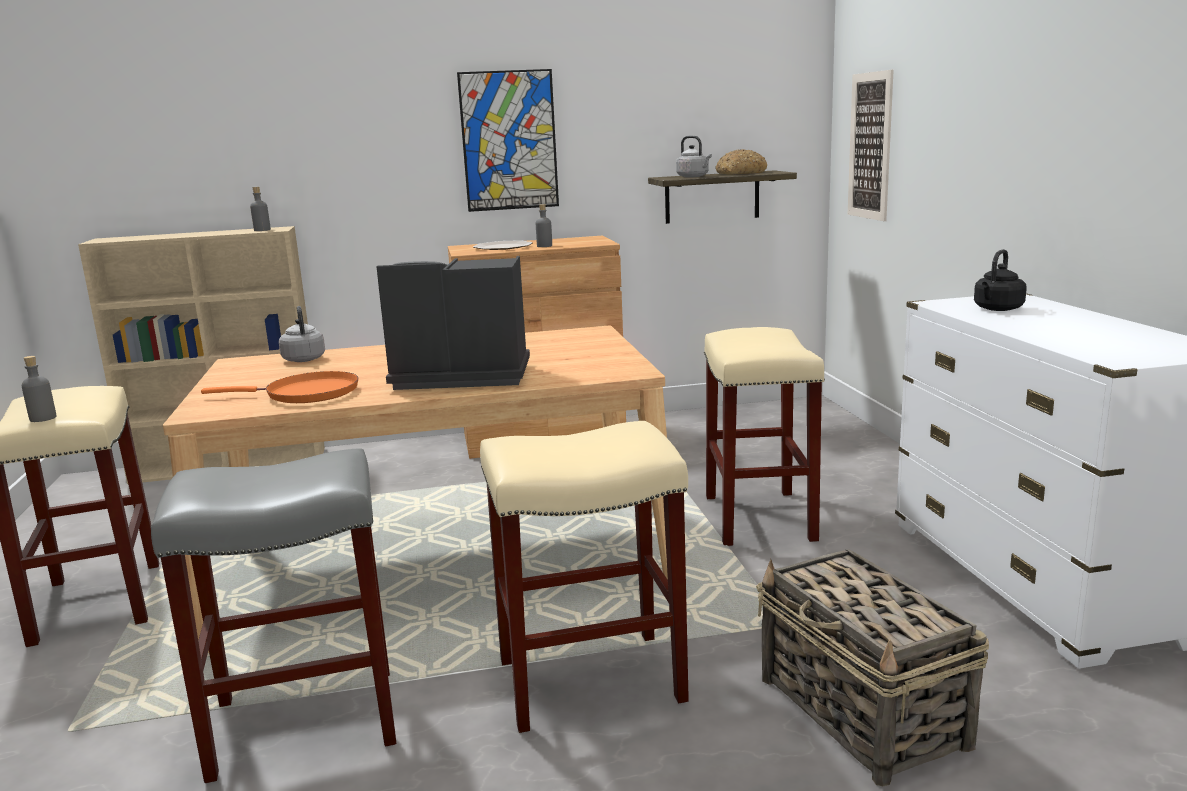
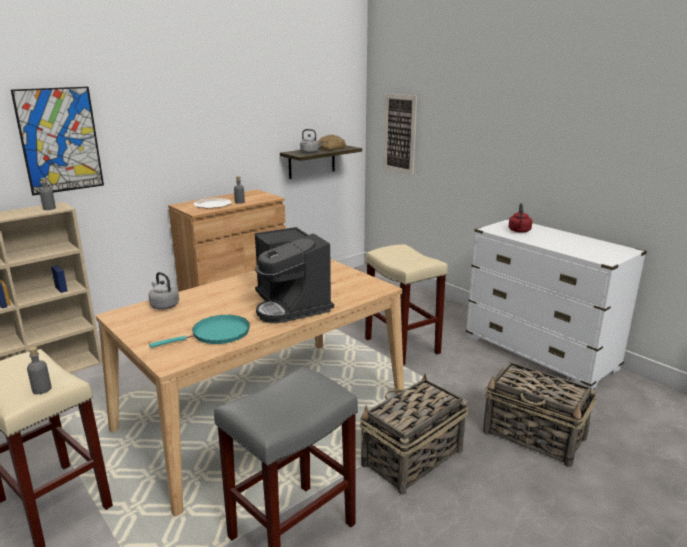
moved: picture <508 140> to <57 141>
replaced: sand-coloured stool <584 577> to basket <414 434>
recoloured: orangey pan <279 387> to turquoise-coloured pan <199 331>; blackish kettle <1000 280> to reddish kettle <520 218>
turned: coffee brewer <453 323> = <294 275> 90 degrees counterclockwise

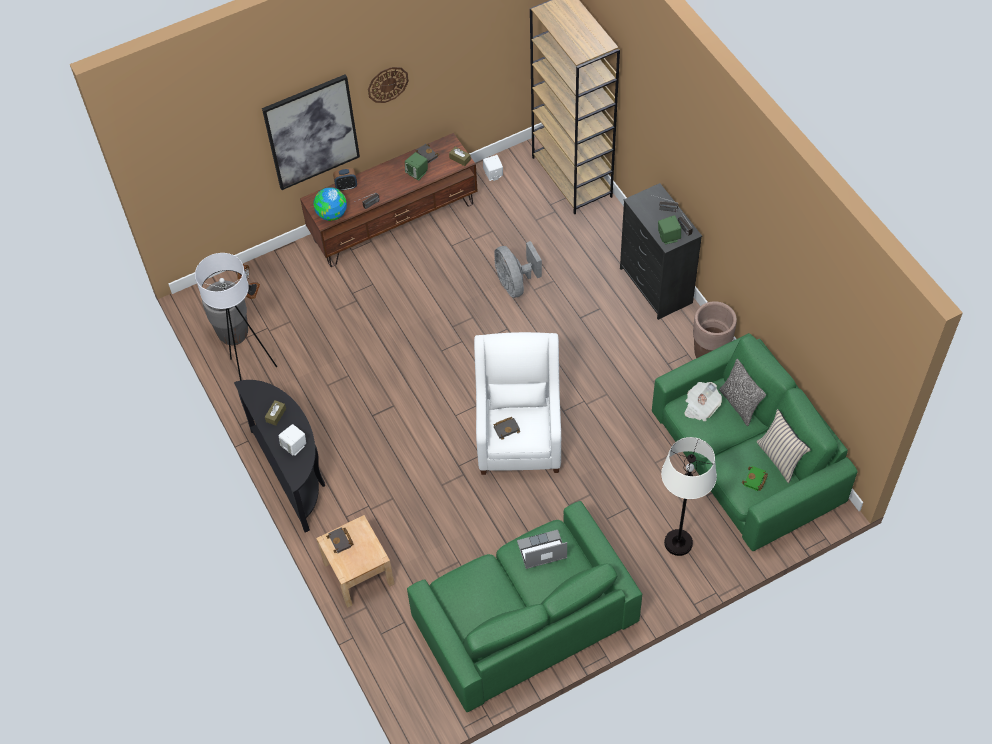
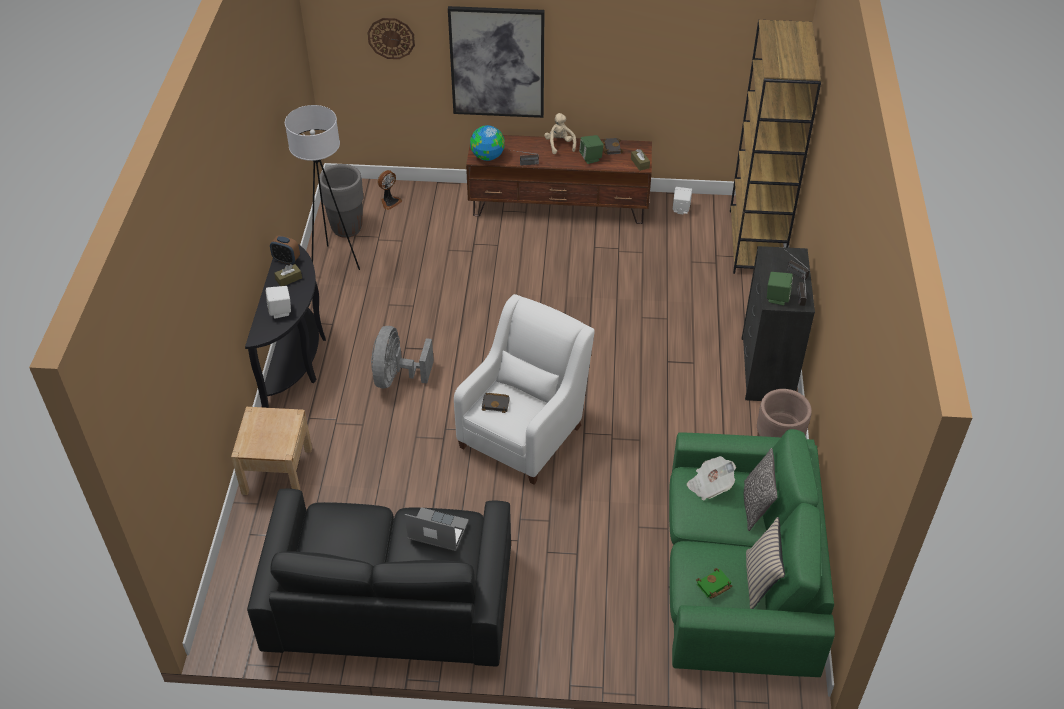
removed: blackish book <339 540>; whitish standard lamp <689 496>
added: sand-coloured soft toy <560 133>
moved: bedside clock <345 179> to <285 249>; clock on the wall <388 85> to <391 38>; greyish electric fan <518 269> to <402 357>
recoloured: green-coloured settee <524 606> to blackish settee <379 577>

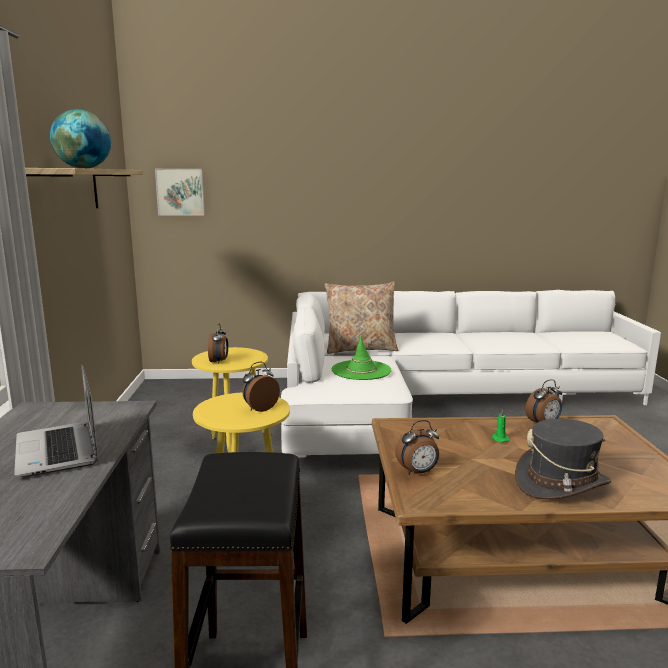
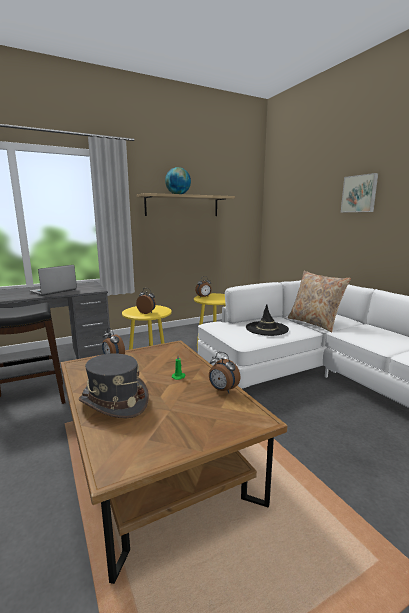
moved: picture <180 192> to <359 192>
recoloured: green-coloured clothing hat <362 358> to blackish clothing hat <267 320>

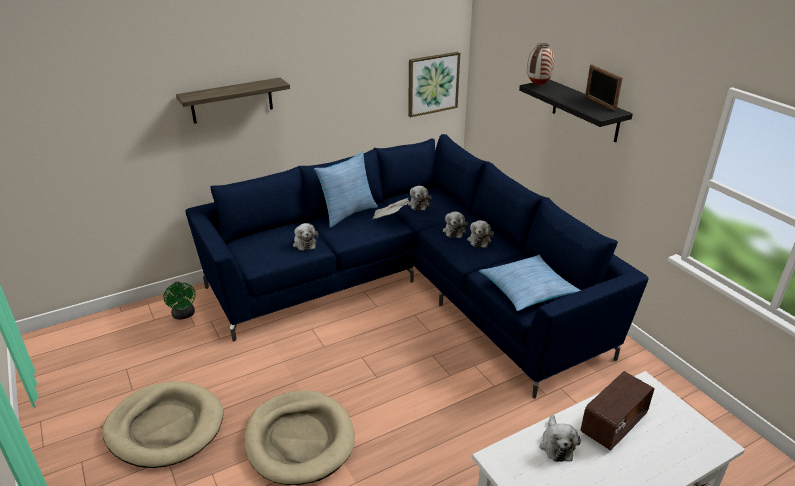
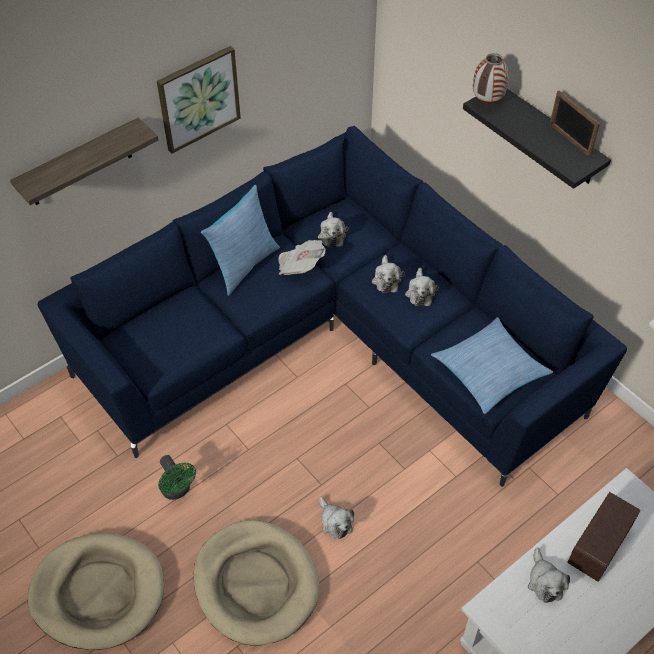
moved: picture <434 84> to <199 100>; green-coloured electric fan <179 300> to <177 477>; soft toy <305 237> to <336 517>

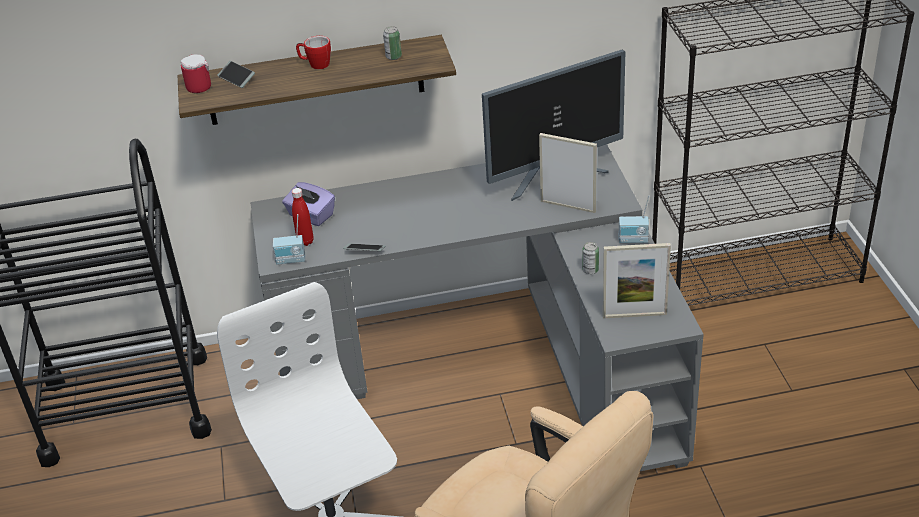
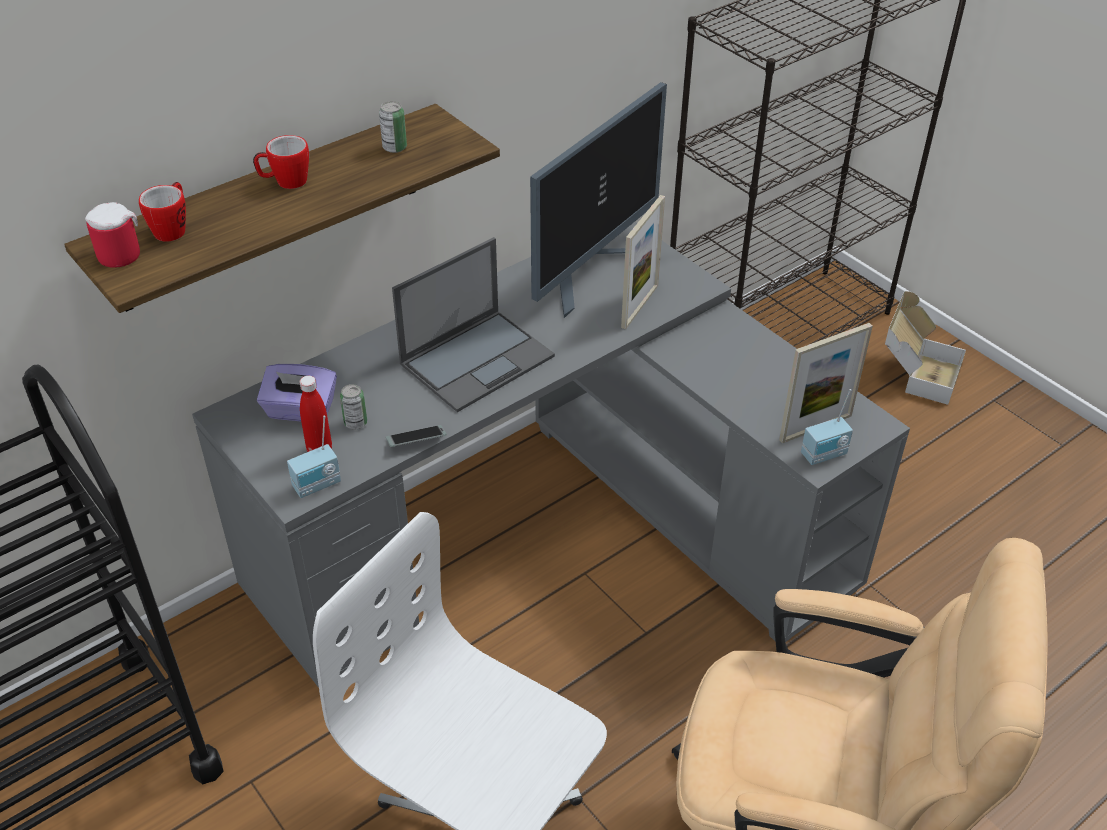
added: notebook computer <473 324>; cardboard box <925 348>
moved: metal can <590 258> to <353 406>; radio set <634 219> to <827 427>
replaced: handset <236 74> to tea mug <162 212>
turned: picture frame <568 173> = <643 262> 120 degrees clockwise

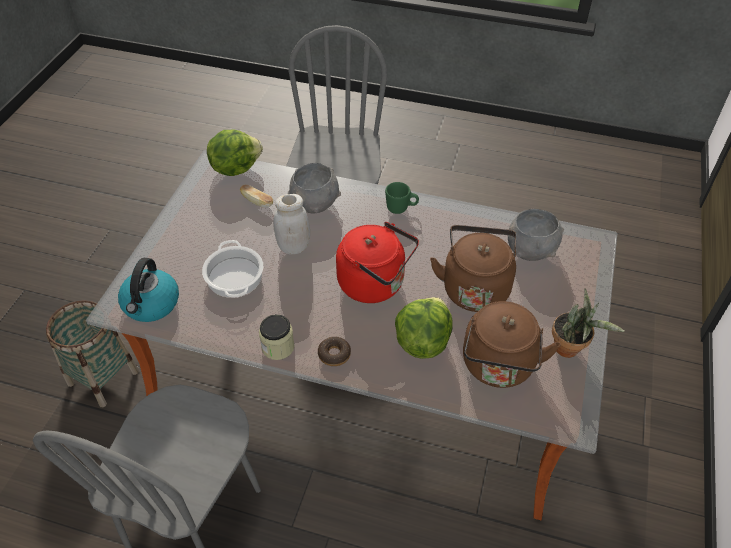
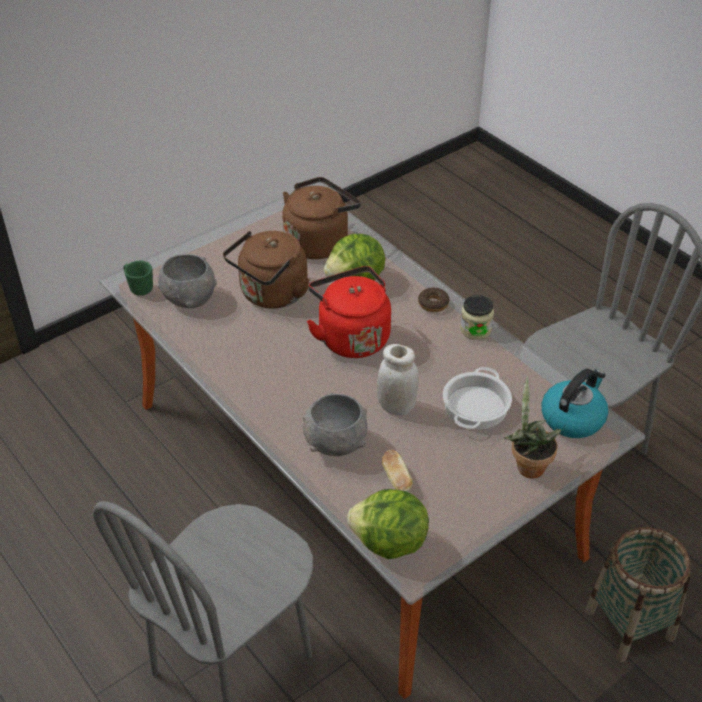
moved: green-coloured tea mug <402 198> to <138 278>; houseplant <588 323> to <533 427>

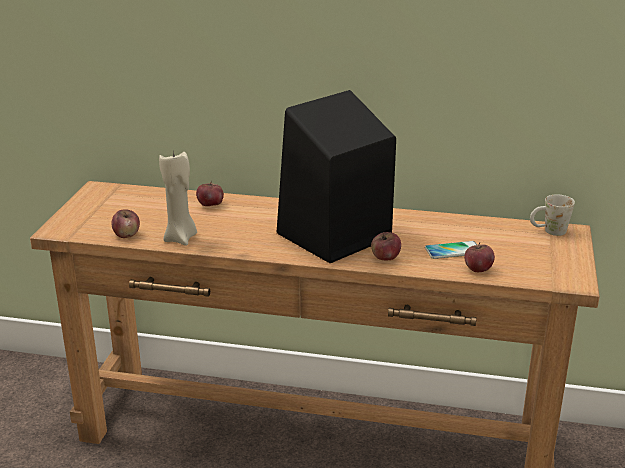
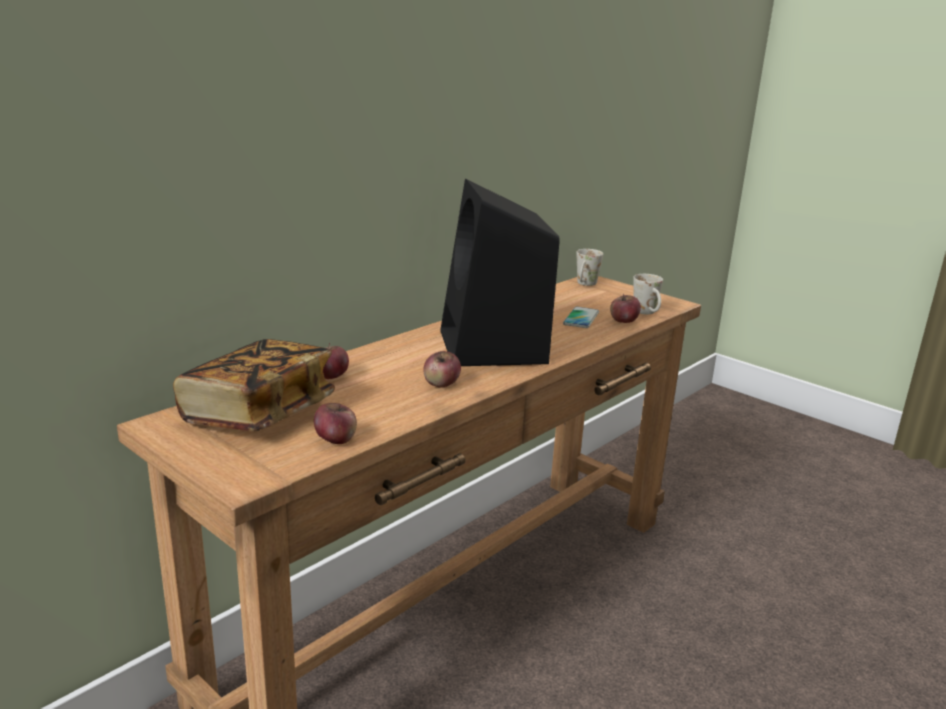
removed: sand-coloured wax light <178 198>
added: book <254 385>; whitish tea mug <648 294>
moved: apple <386 246> to <442 369>

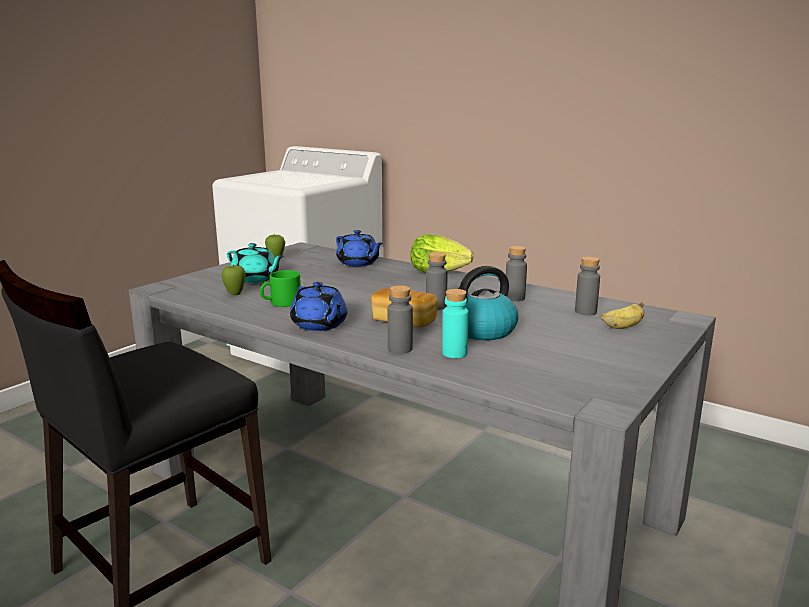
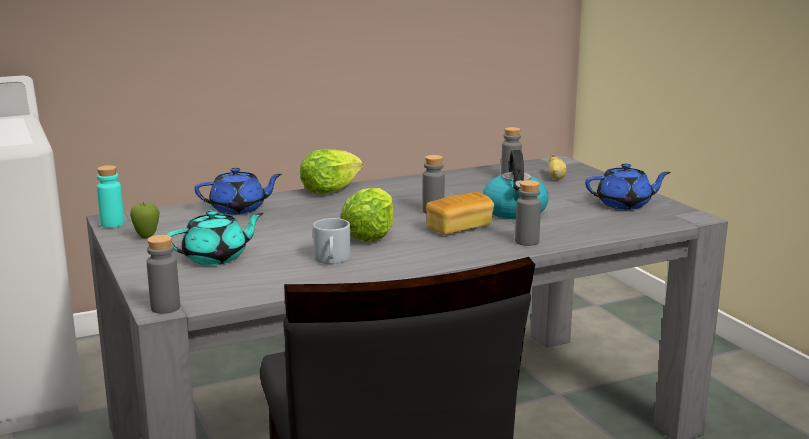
removed: apple <233 280>
added: lettuce head <367 215>
moved: turquoise-coloured drink bottle <455 323> to <110 196>; greyish drink bottle <516 273> to <163 274>; blue teapot <318 306> to <628 186>
recoloured: green-coloured tea mug <280 288> to greyish tea mug <332 241>

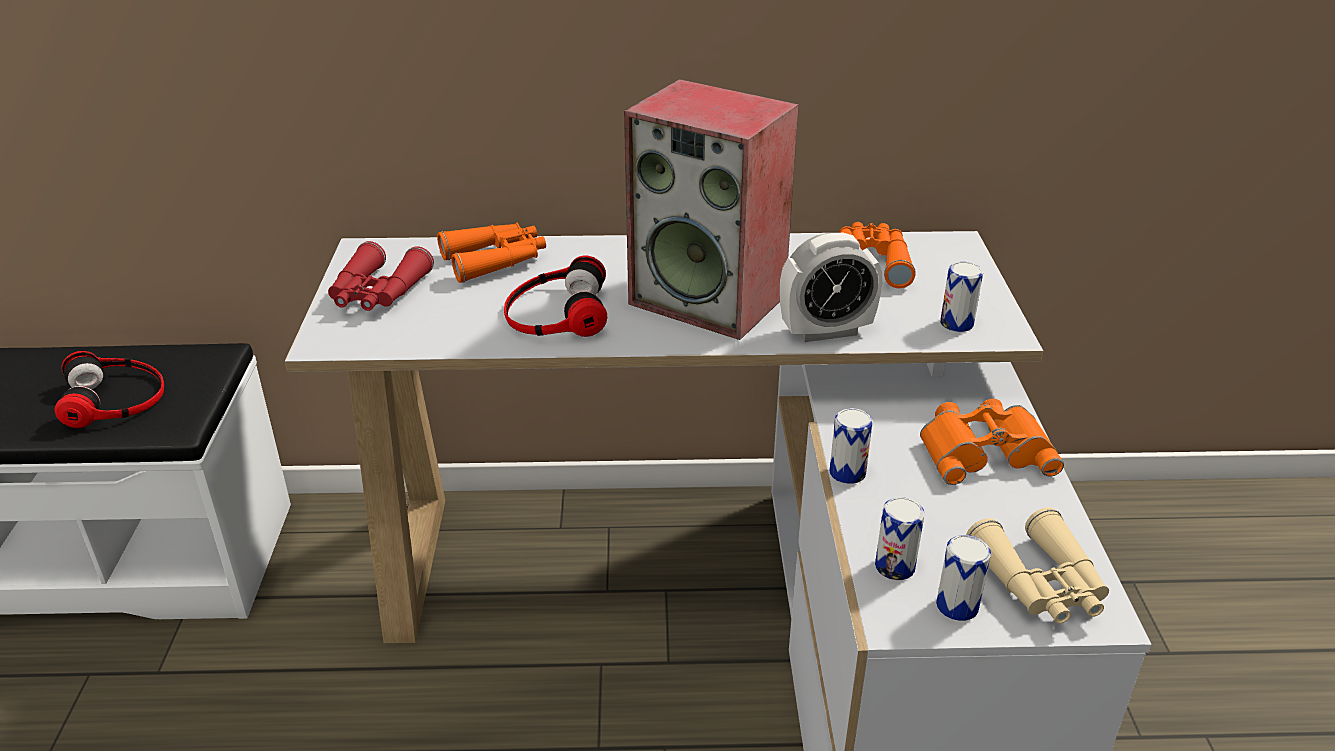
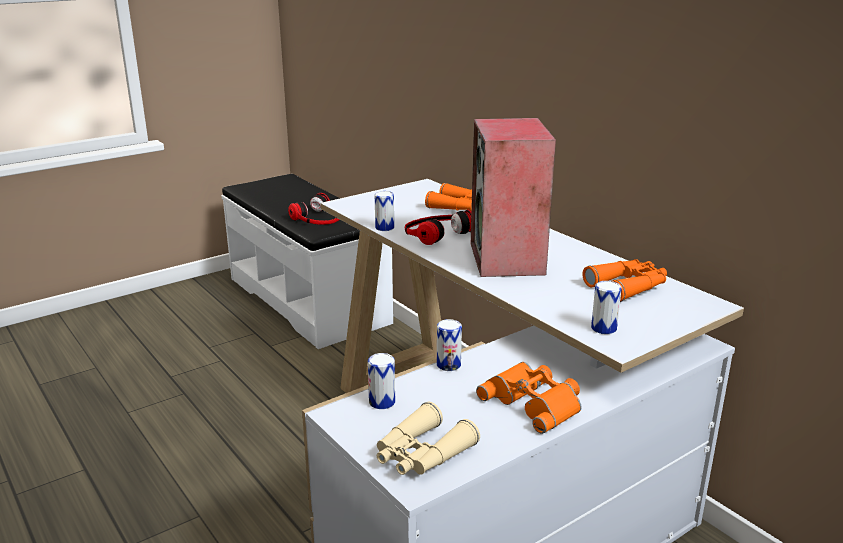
removed: reddish pair of binoculars <381 276>; bedside clock <831 287>
moved: metal can <963 578> to <384 211>

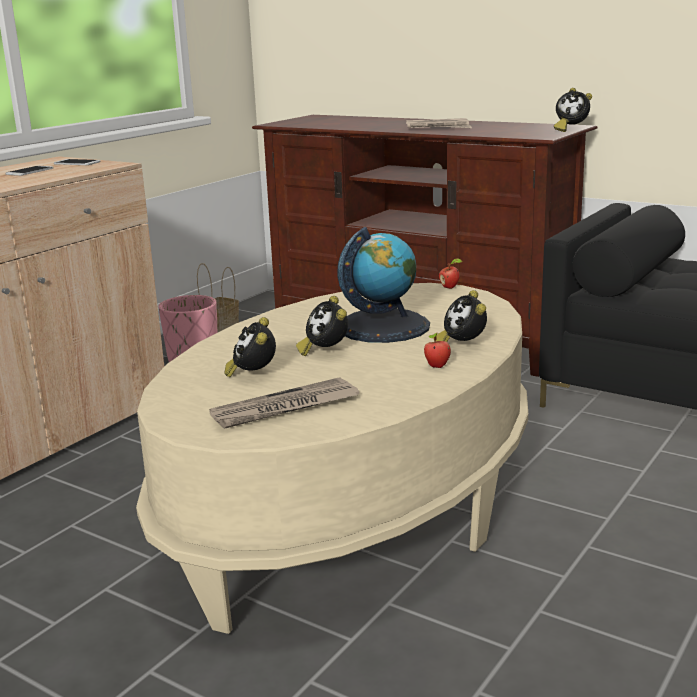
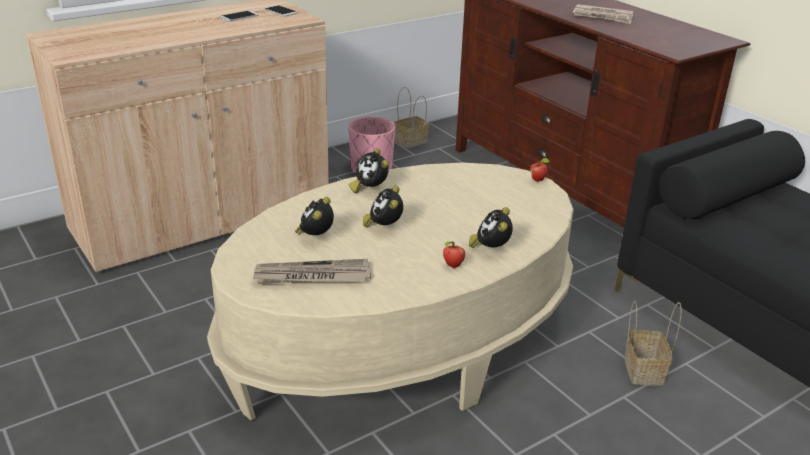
removed: globe <383 285>
added: basket <653 343>
moved: bedside clock <573 110> to <369 170>

